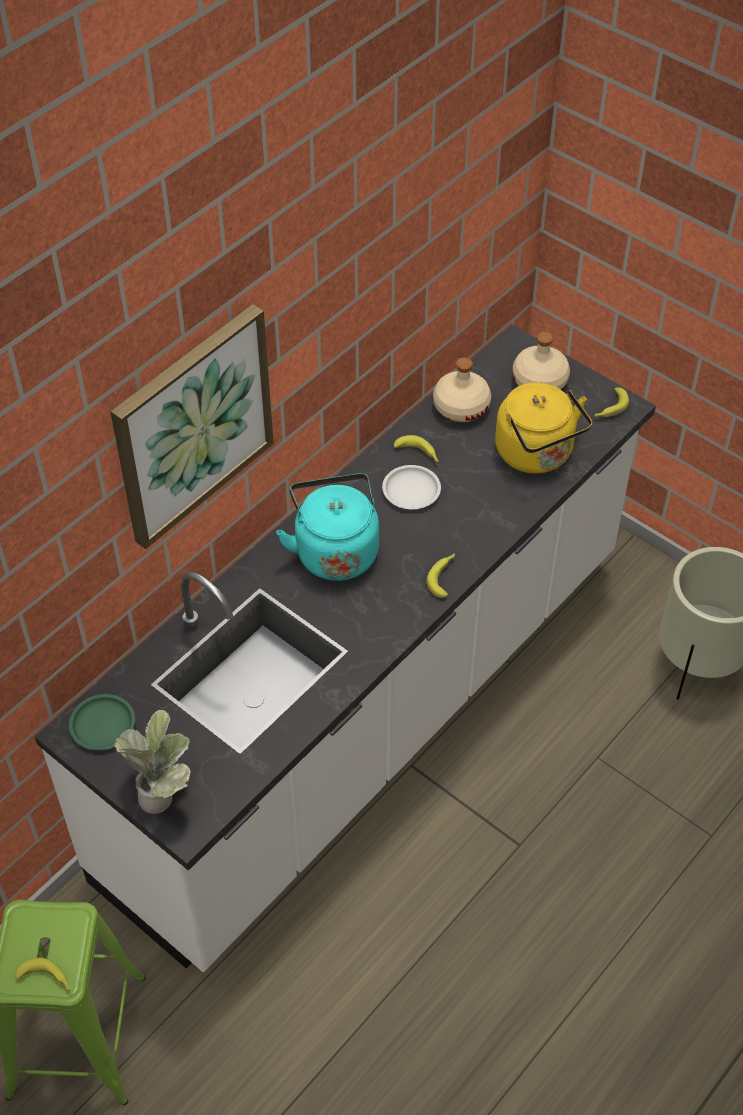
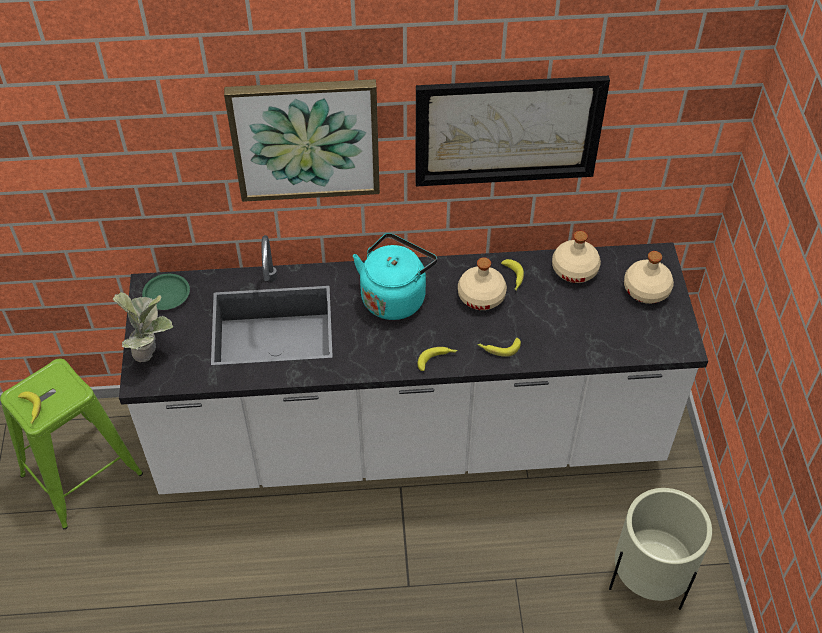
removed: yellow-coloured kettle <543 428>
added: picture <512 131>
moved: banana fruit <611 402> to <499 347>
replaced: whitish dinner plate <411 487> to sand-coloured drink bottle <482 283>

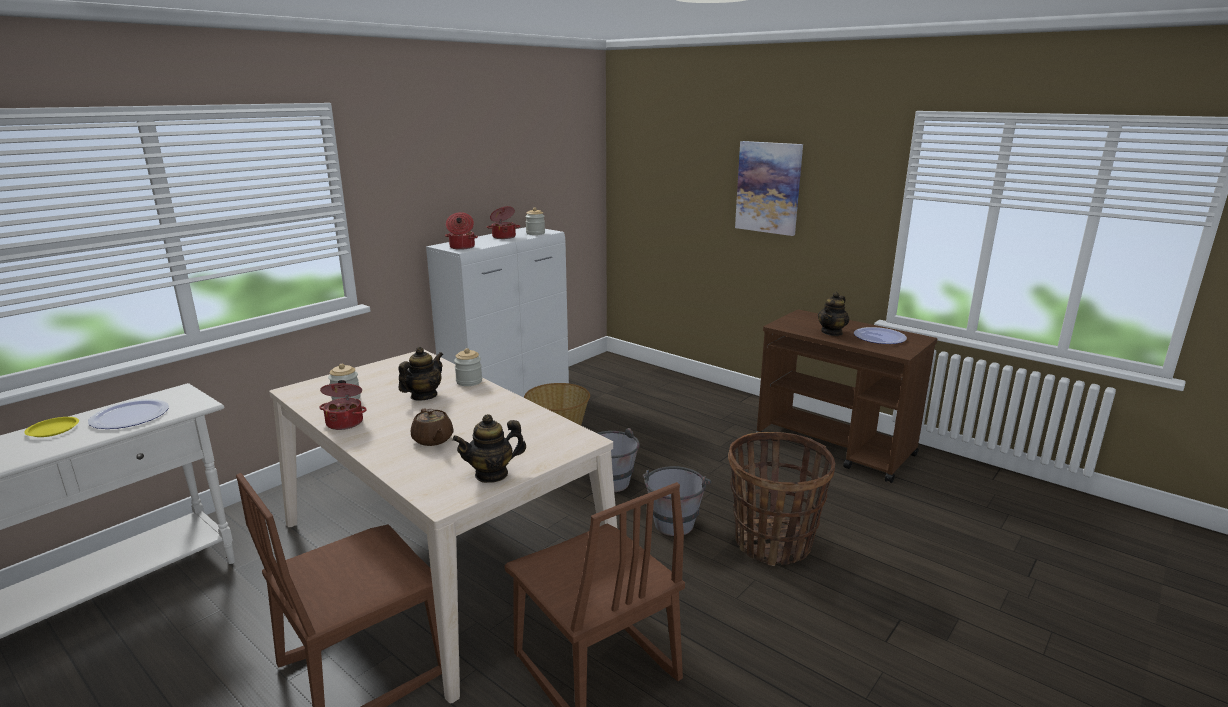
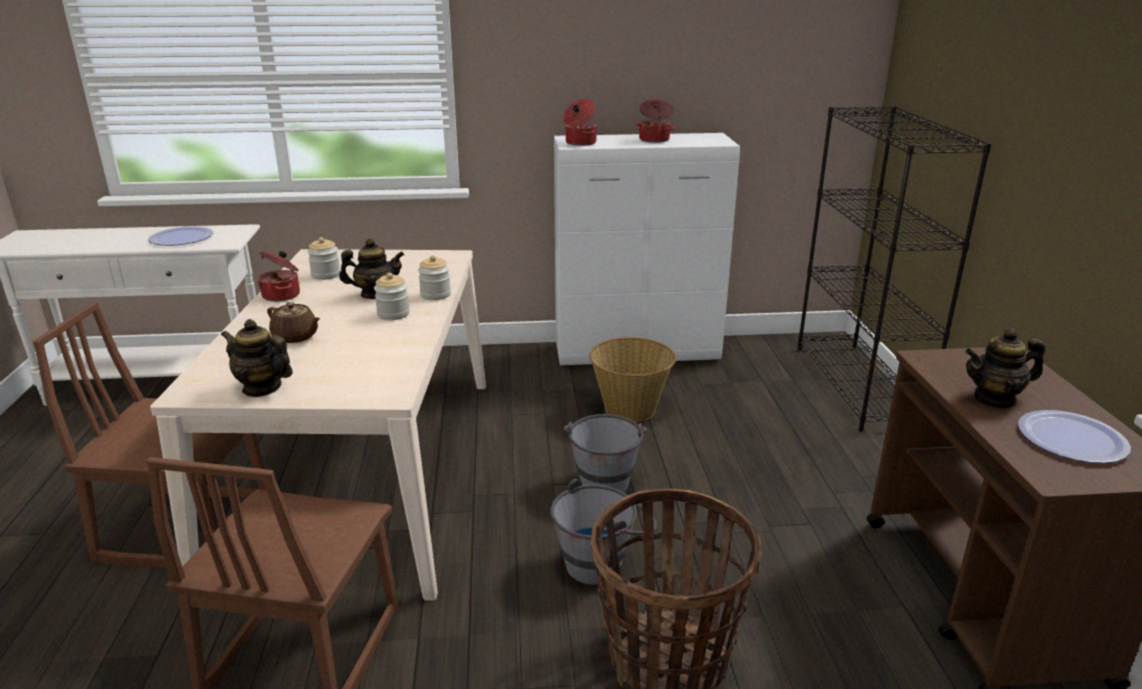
removed: yellow-coloured dinner plate <51 427>; picture <769 188>
added: blackish bookcase <895 269>
moved: preserve jar <535 221> to <392 296>
turned: brown-coloured teapot <432 427> = <293 322> 75 degrees counterclockwise

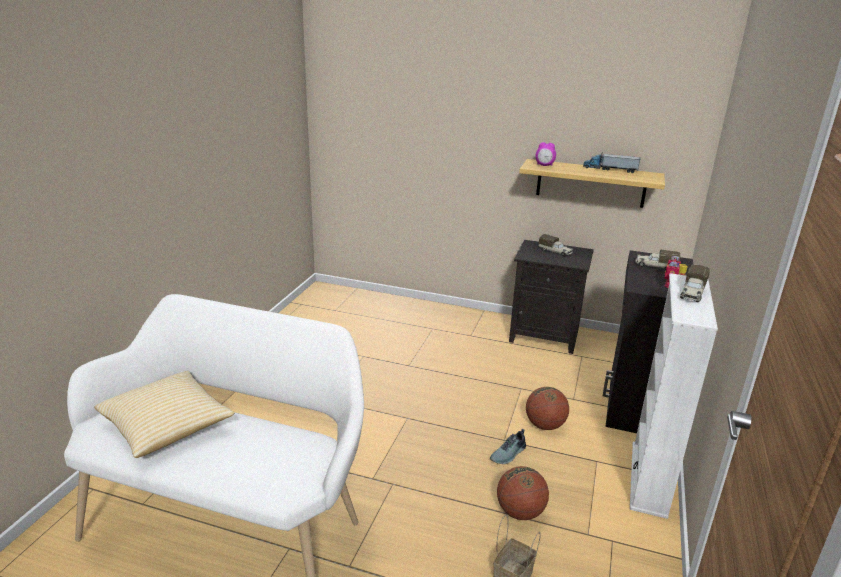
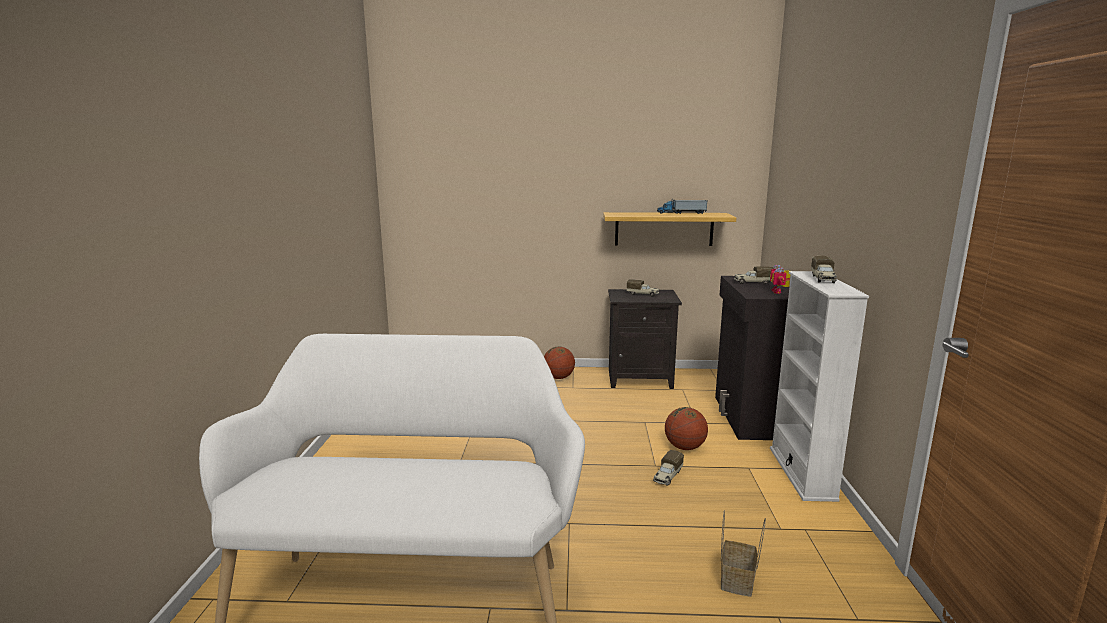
removed: cushion <164 414>; bedside clock <546 154>
moved: basketball ball <523 493> to <559 362>
replaced: item of footwear <508 446> to model truck <668 468>

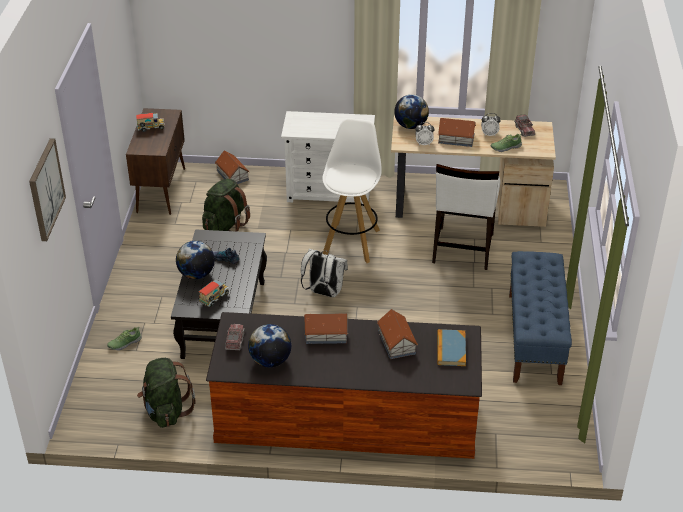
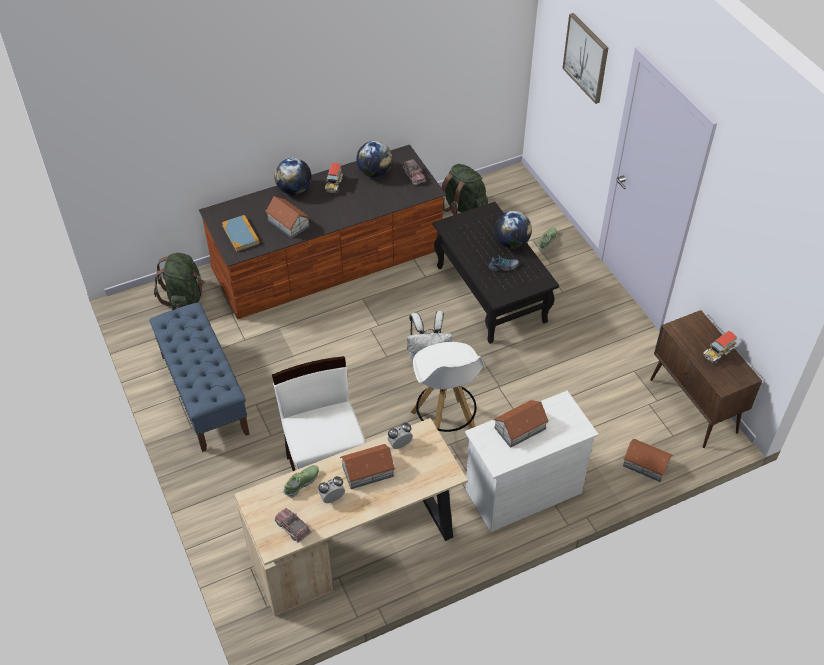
moved: green-coloured knapsack <226 205> to <179 281>; globe <411 111> to <293 176>; model truck <214 293> to <334 178>; miniature house <326 328> to <521 424>

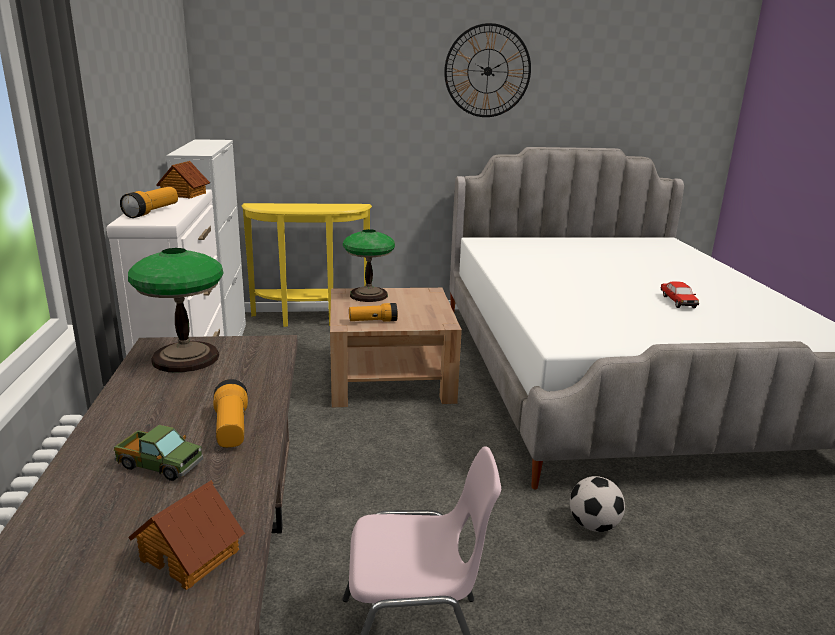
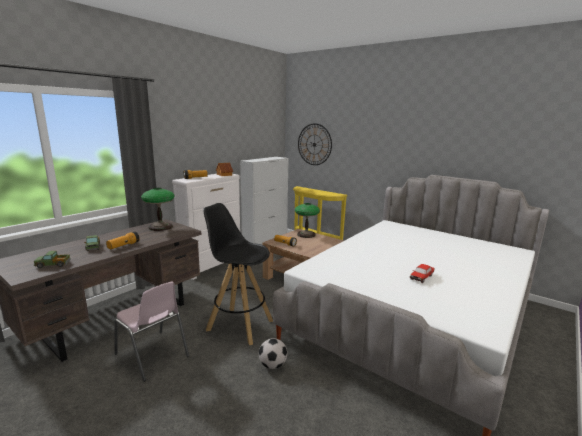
added: blackish stool <238 274>
moved: clock on the wall <487 70> to <315 144>
replaced: miniature house <186 535> to model truck <52 259>

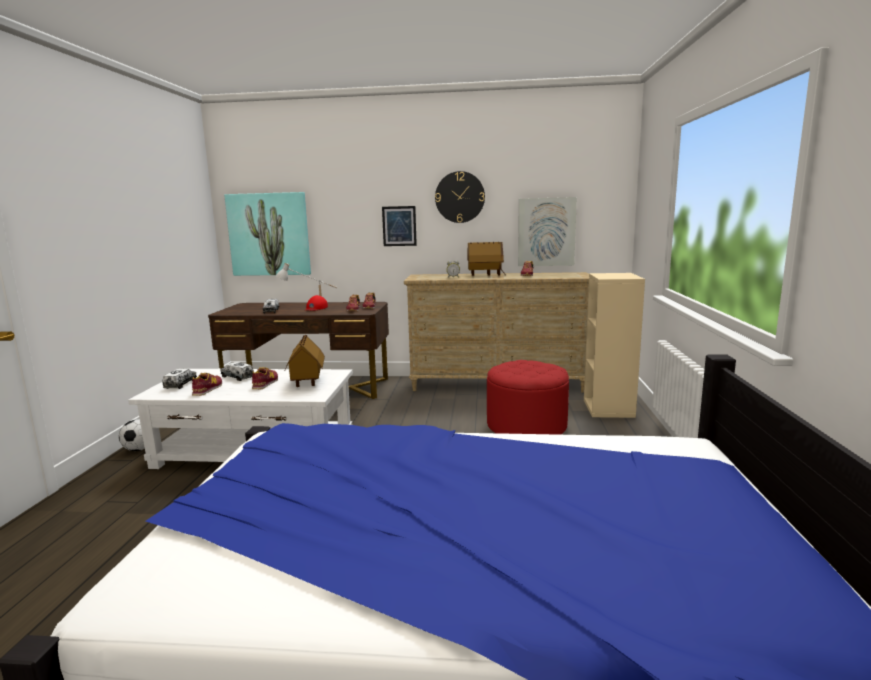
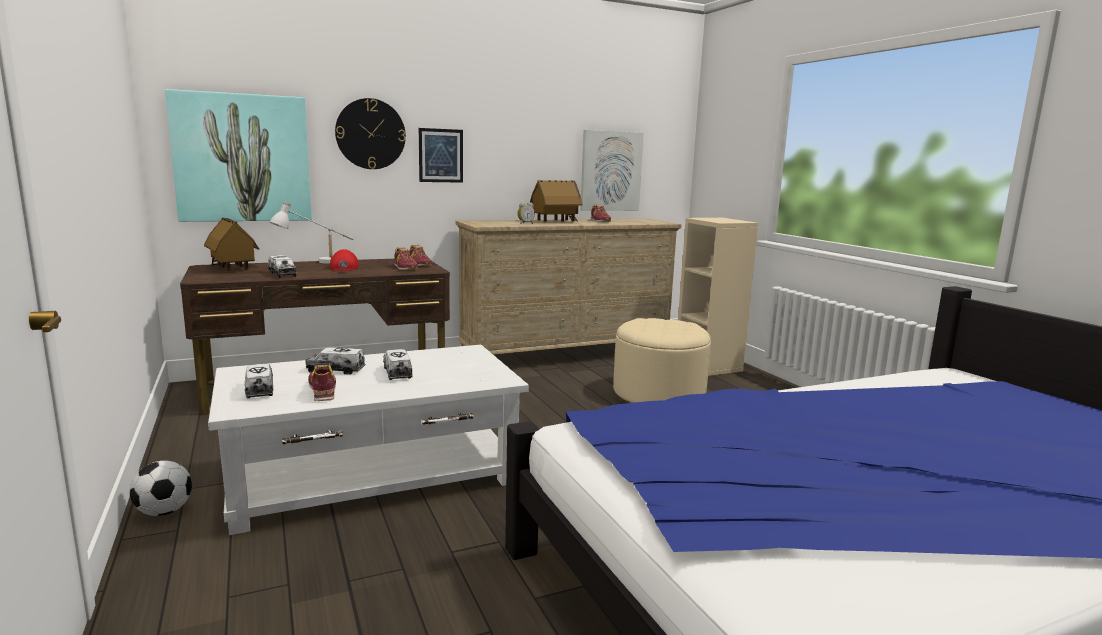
moved: miniature house <305 360> to <231 244>; clock on the wall <460 197> to <370 133>
replaced: item of footwear <265 378> to model truck <398 364>
recoloured: reddish footrest <528 397> to sand-coloured footrest <662 360>

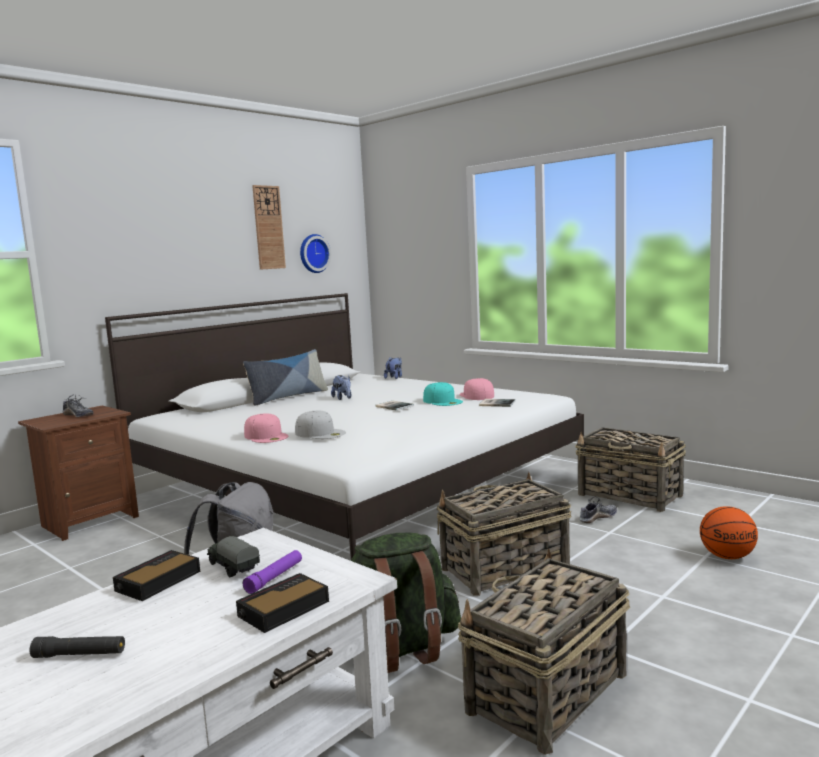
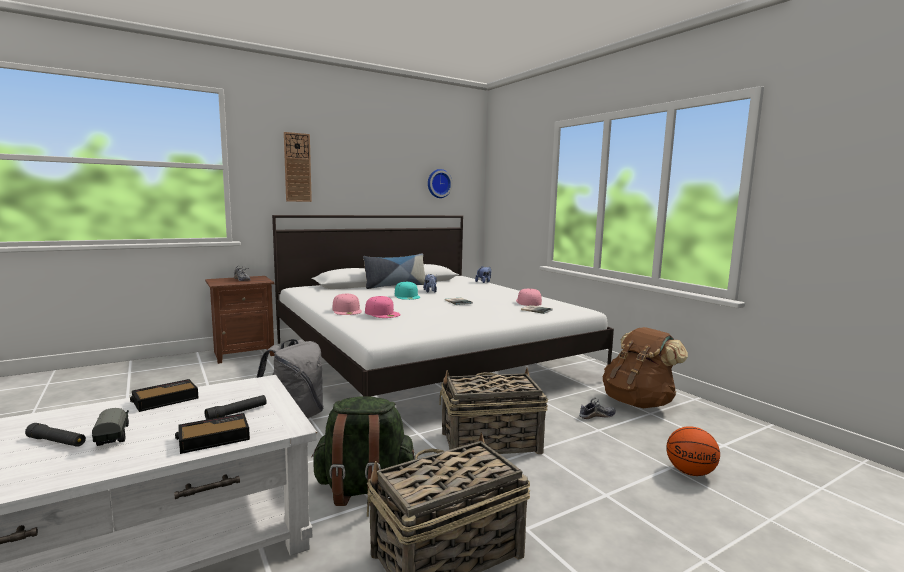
moved: model truck <233 556> to <110 427>; clock on the wall <269 227> to <298 167>; turquoise-coloured peaked cap <443 394> to <407 290>
replaced: basket <630 470> to brown-coloured knapsack <645 367>
recoloured: purple-coloured flashlight <272 572> to blackish flashlight <236 407>; whitish peaked cap <320 425> to pink peaked cap <383 307>

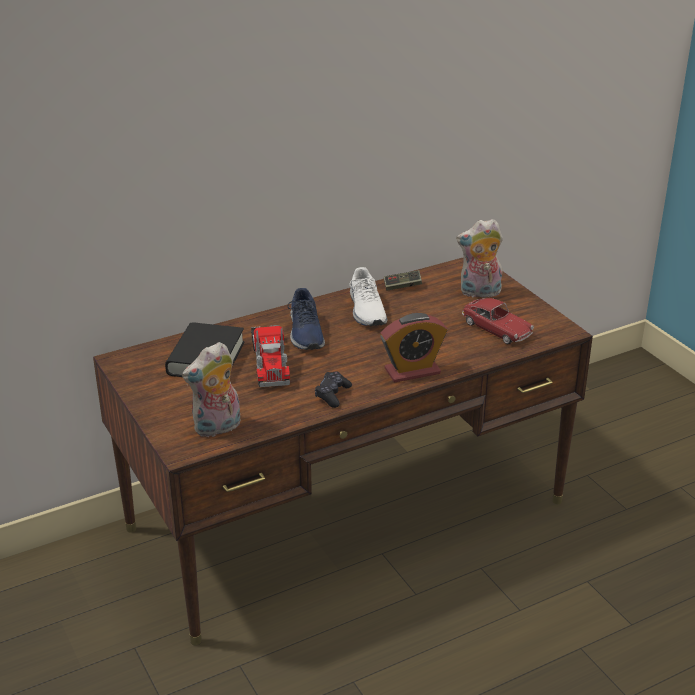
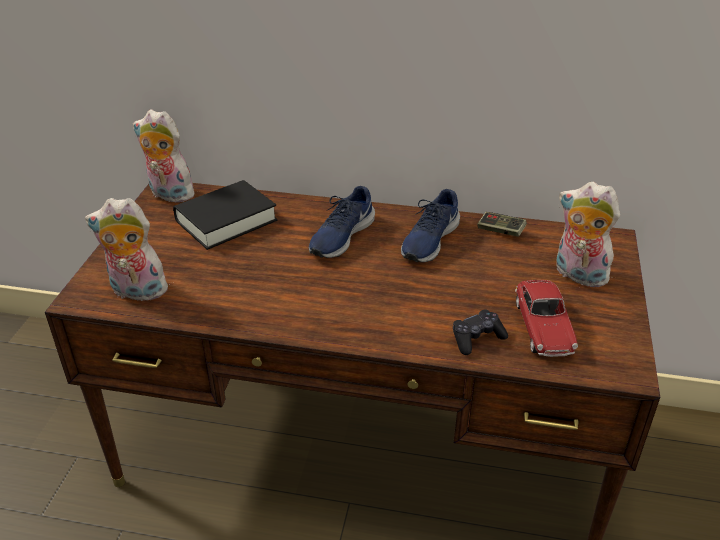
removed: model truck <270 356>; bedside clock <413 347>
added: soft toy <165 155>
moved: blackish joypad <333 390> to <480 332>
recoloured: whitish item of footwear <368 296> to blue item of footwear <430 225>

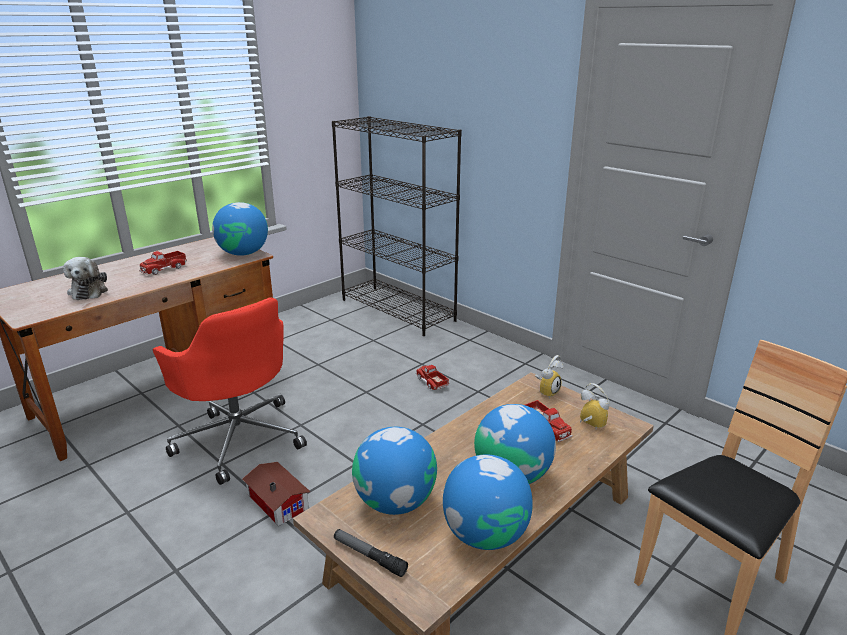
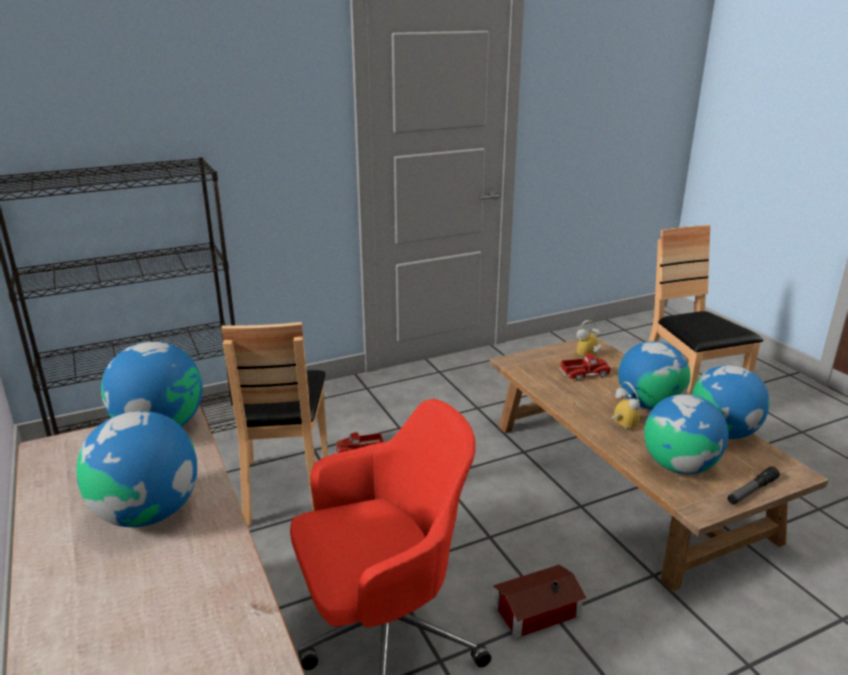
removed: soft toy <85 278>
added: brown-coloured plain chair <274 424>
moved: bedside clock <549 377> to <625 406>
replaced: model truck <163 263> to globe <136 469>

